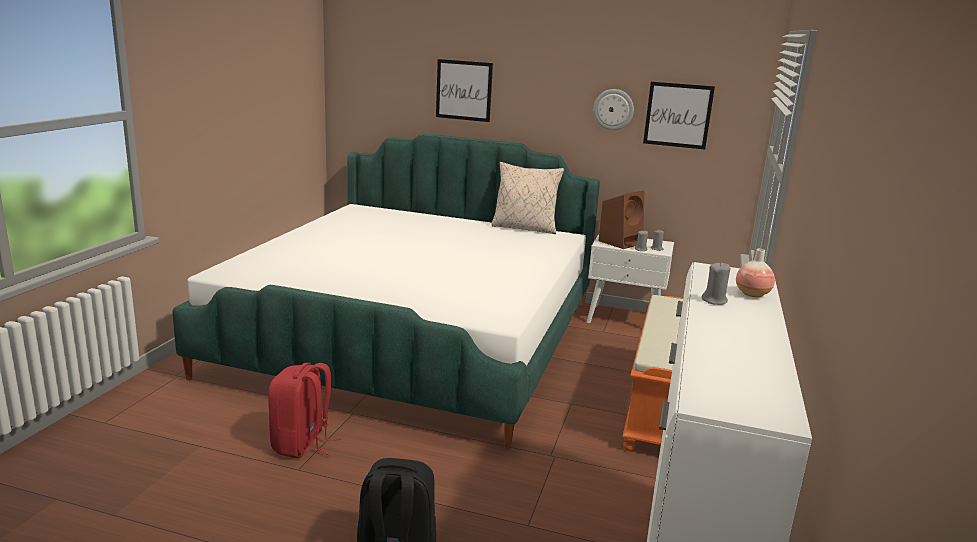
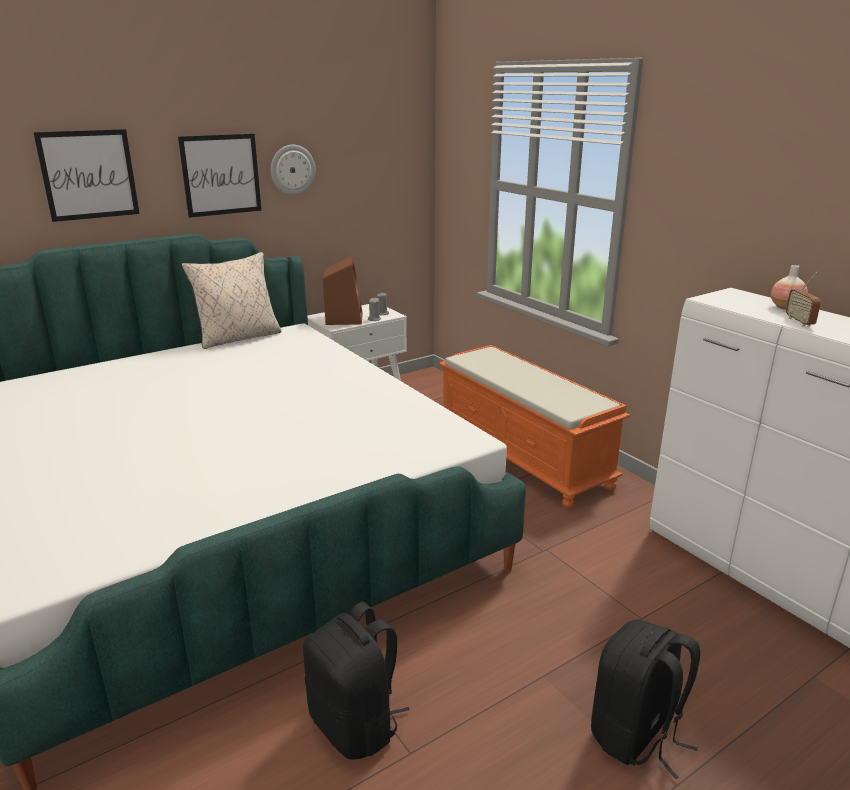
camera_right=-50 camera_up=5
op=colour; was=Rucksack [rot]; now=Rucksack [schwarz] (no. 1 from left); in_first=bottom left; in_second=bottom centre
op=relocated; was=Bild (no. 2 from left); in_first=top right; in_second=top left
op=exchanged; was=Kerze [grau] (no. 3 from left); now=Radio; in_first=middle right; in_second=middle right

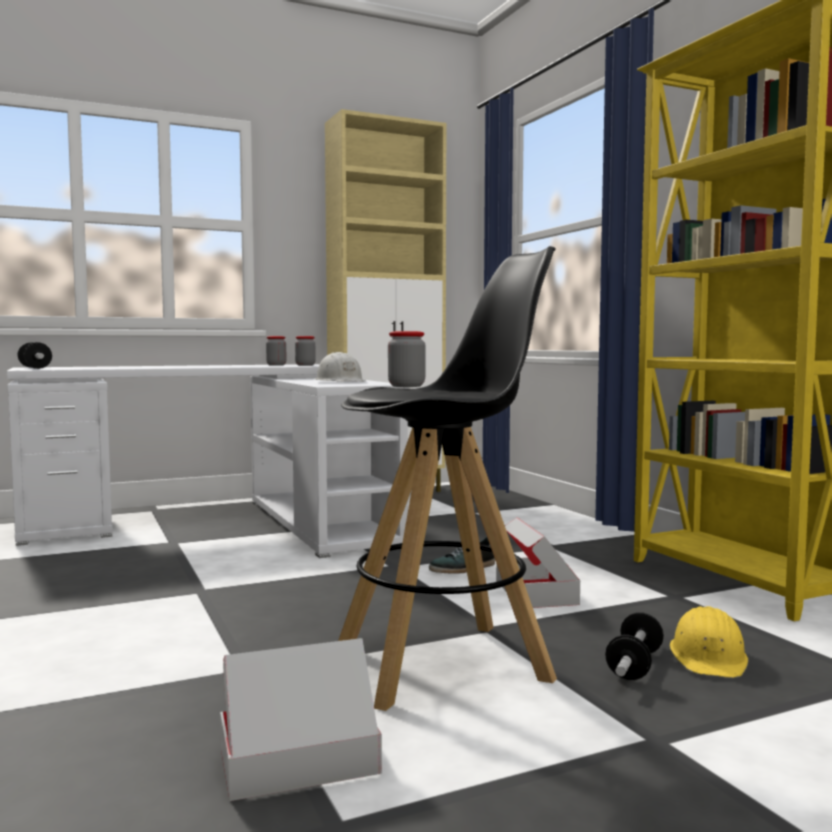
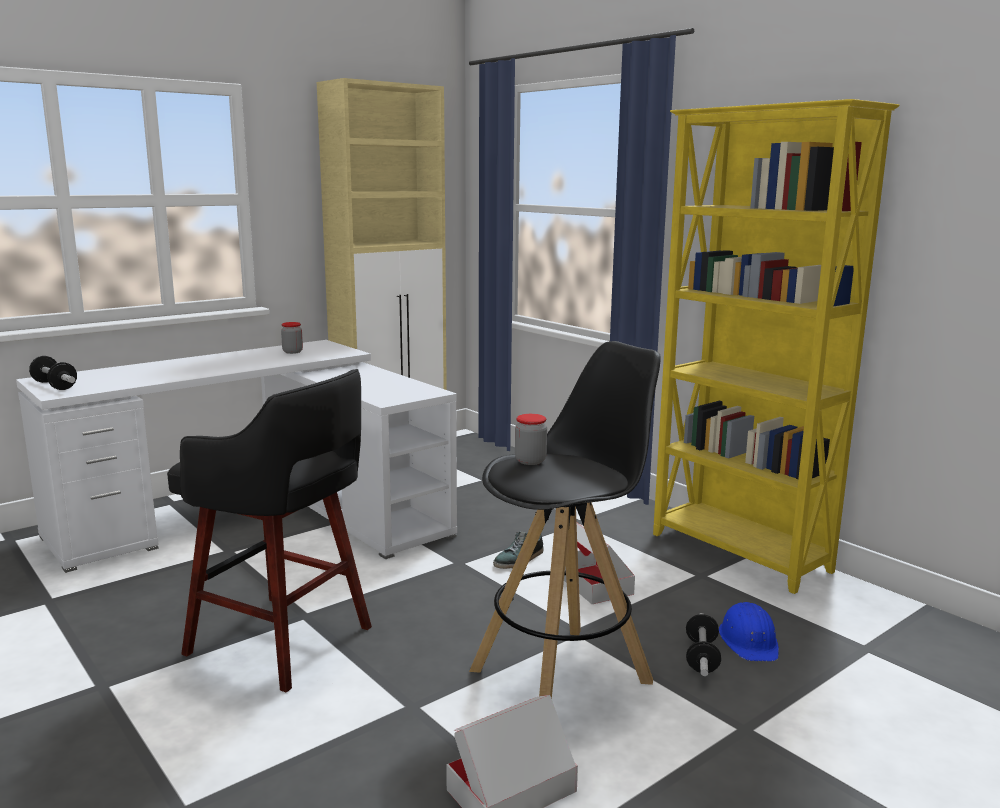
camera_right=-15 camera_up=10
op=missing; was=Vorratsglas (no. 2 from left); in_first=centre
op=missing; was=Schutzhelm [weiß]; in_first=centre
op=colour; was=Schutzhelm [gelb]; now=Schutzhelm [blau]; in_first=bottom right; in_second=bottom right
op=appeared; now=Hocker [schwarz] (no. 1 from left); in_second=middle left

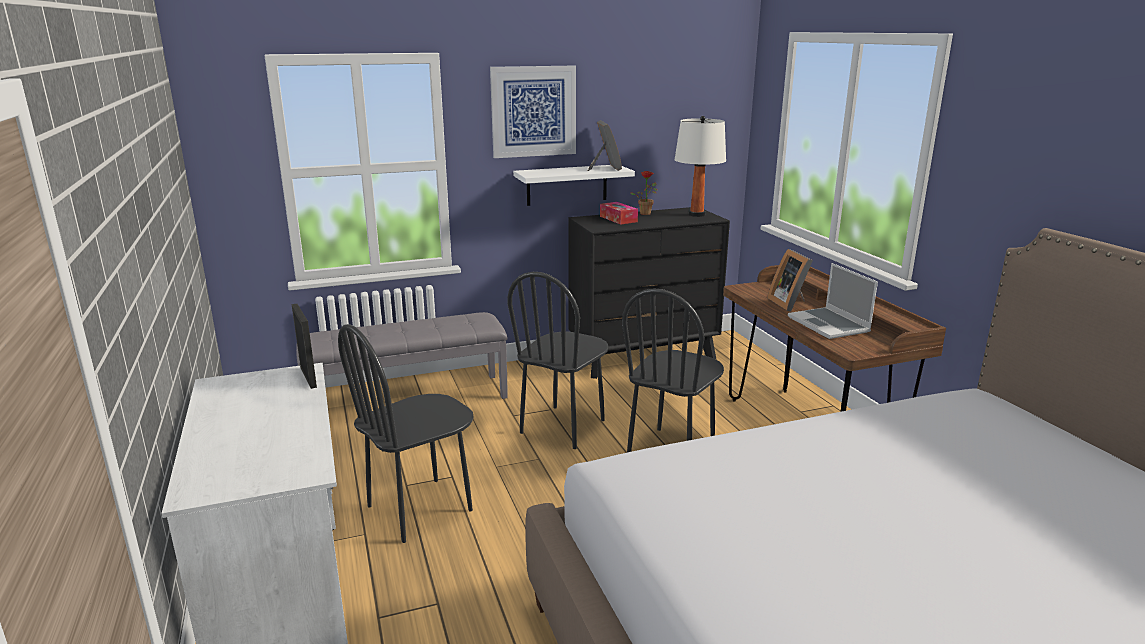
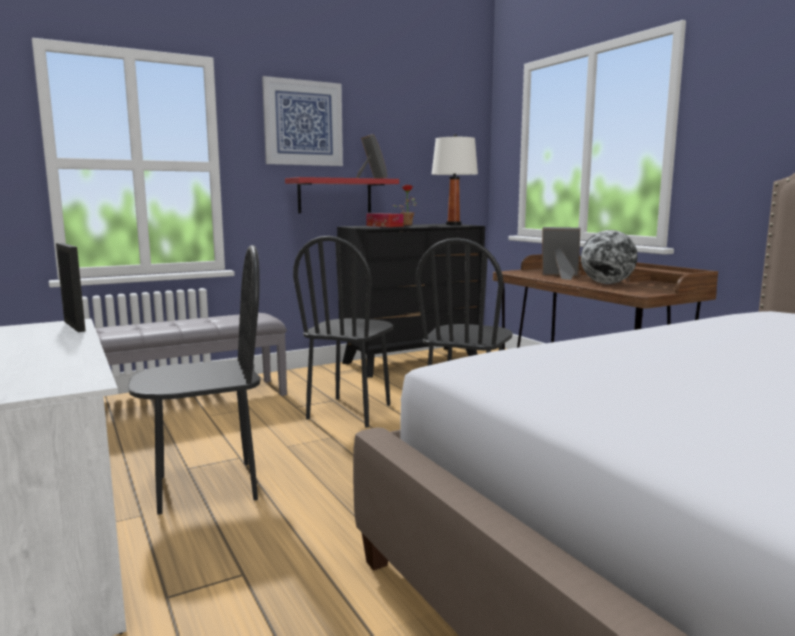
camera_right=-10 camera_up=-10
op=spun; was=Stuhl [schwarz] (no. 1 from left); in_first=bottom centre; in_second=middle left; clockwise=-150
op=colour; was=Wandregal [weiß]; now=Wandregal [rot]; in_first=top centre; in_second=top centre
op=spun; was=Bilderrahmen (no. 3 from left); in_first=middle right; in_second=middle right; clockwise=135
op=exchanged; was=Laptop; now=Globus; in_first=middle right; in_second=middle right

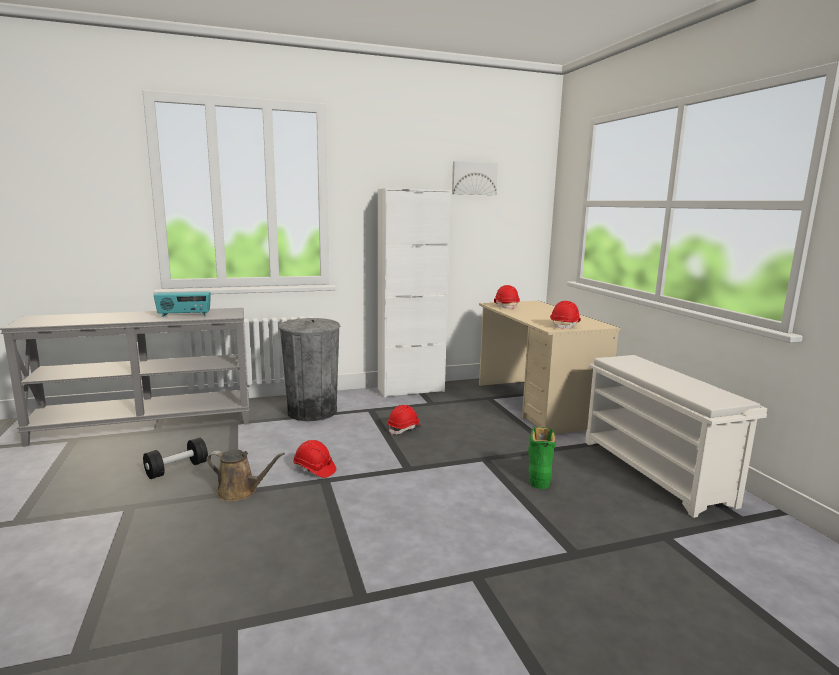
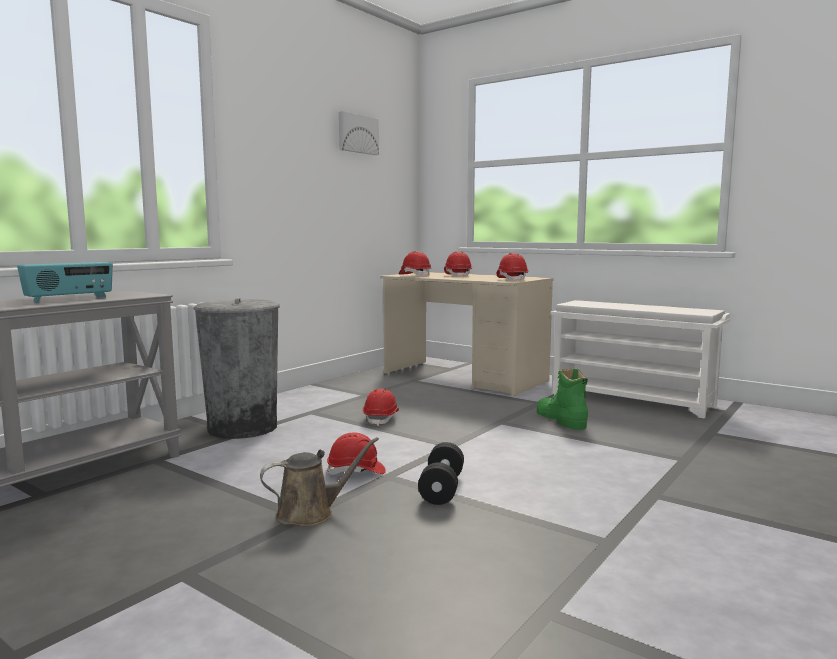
camera_right=-35 camera_up=-5
op=relocated; was=Hantel [schwarz]; in_first=bottom left; in_second=bottom centre
op=missing; was=Schrank [weiß]; in_first=centre
op=appeared; now=Schutzhelm [rot] (no. 4 from left); in_second=centre

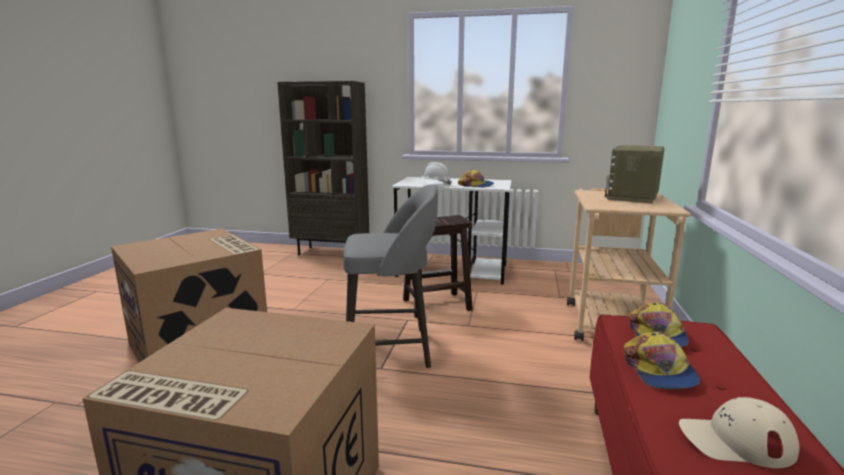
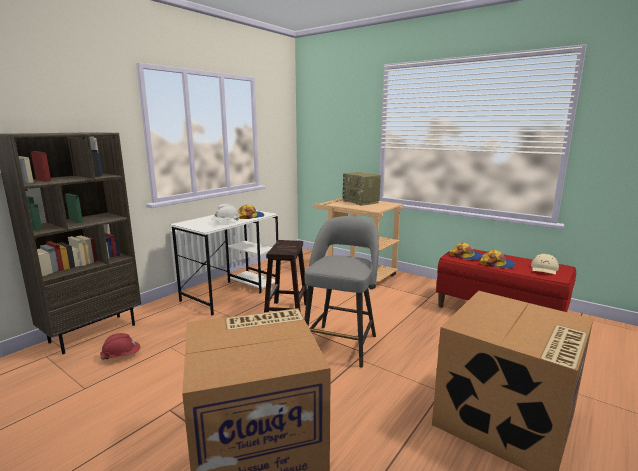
camera_right=-65 camera_up=0
op=appeared; now=Schutzhelm [rot]; in_second=bottom left

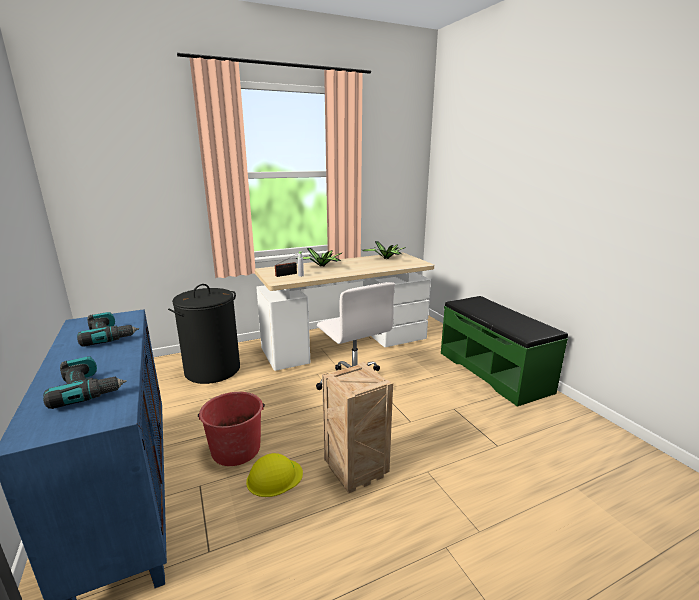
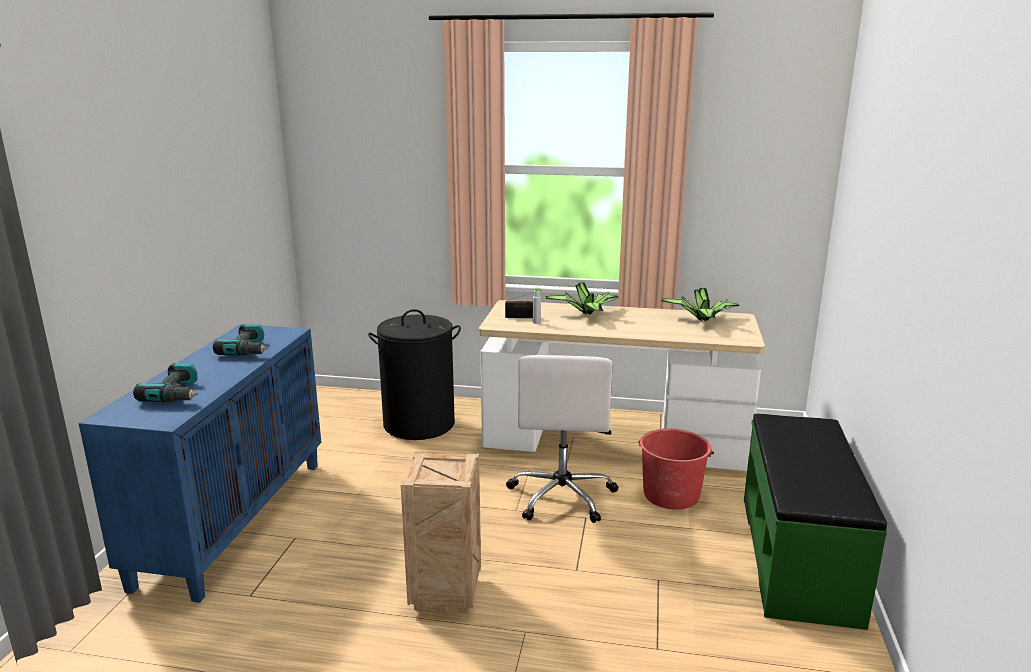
camera_right=35 camera_up=0
op=relocated; was=Eimer [rot]; in_first=bottom left; in_second=bottom centre
op=missing; was=Schutzhelm [gelb]; in_first=bottom centre

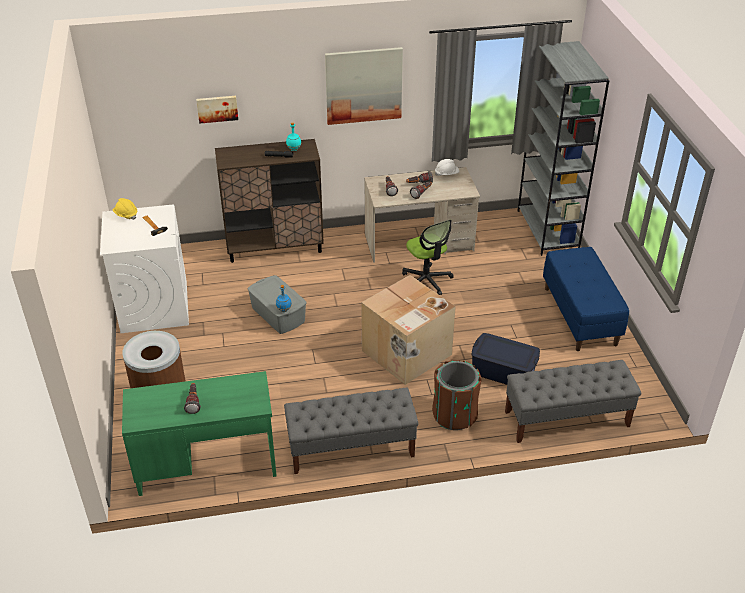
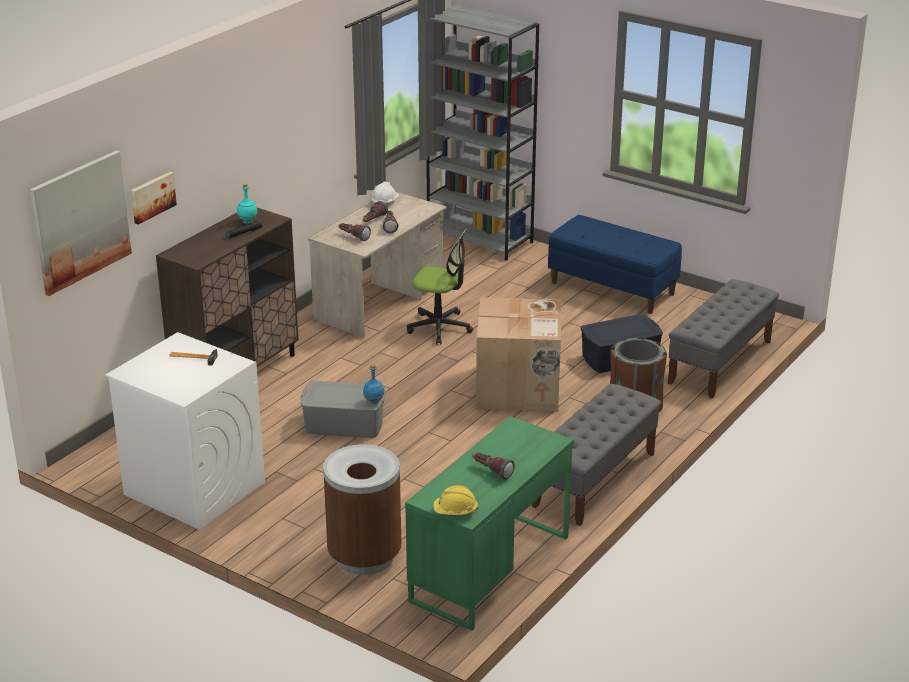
camera_right=-45 camera_up=-10
op=relocated; was=Schutzhelm [gelb]; in_first=middle left; in_second=bottom centre
op=relocated; was=Bild (no. 2 from left in the first image); now=Bild (no. 1 from left); in_first=top centre; in_second=top left

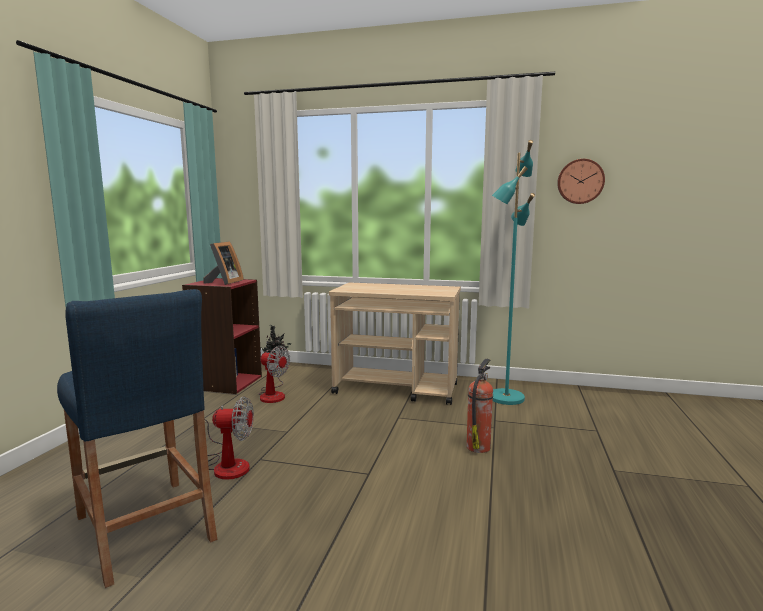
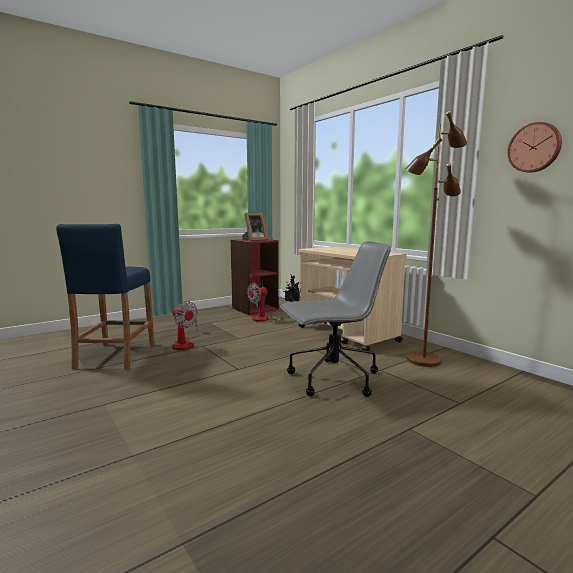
camera_right=40 camera_up=0
op=spun; was=Ventilator (no. 2 from left); in_first=centre; in_second=centre; clockwise=75
op=exchanged; was=Feuerlöscher; now=Bürostuhl [grau]; in_first=centre; in_second=centre
op=colour; was=Stehlampe [türkis]; now=Stehlampe [braun]; in_first=middle right; in_second=middle right

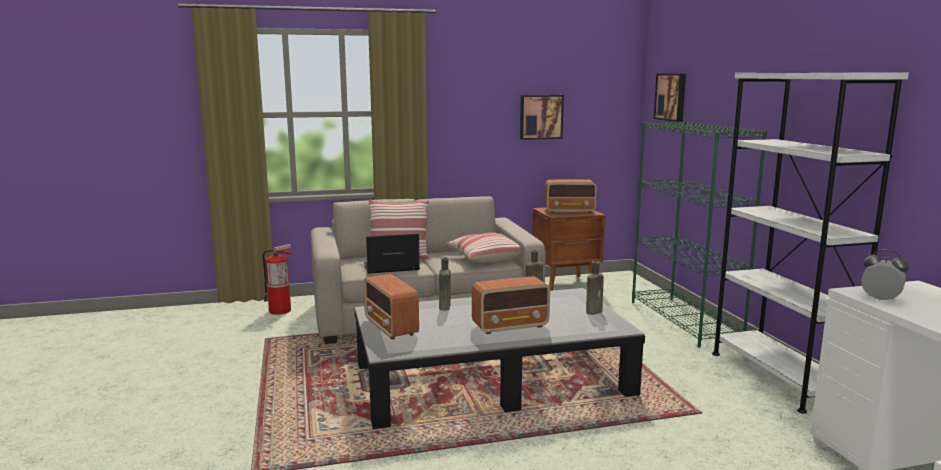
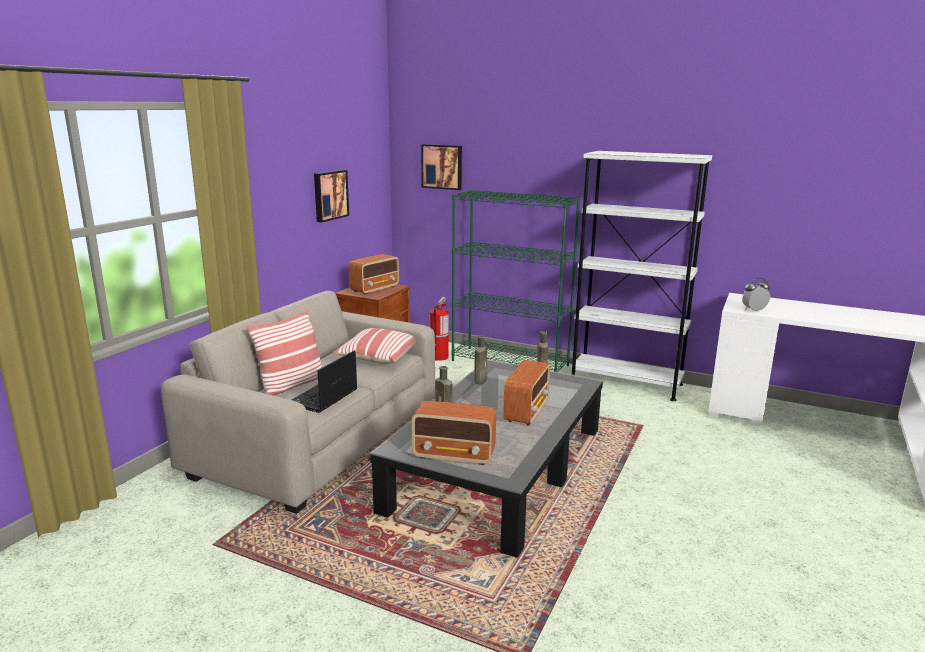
camera_right=-50 camera_up=5
op=relocated; was=Feuerlöscher; in_first=middle left; in_second=centre

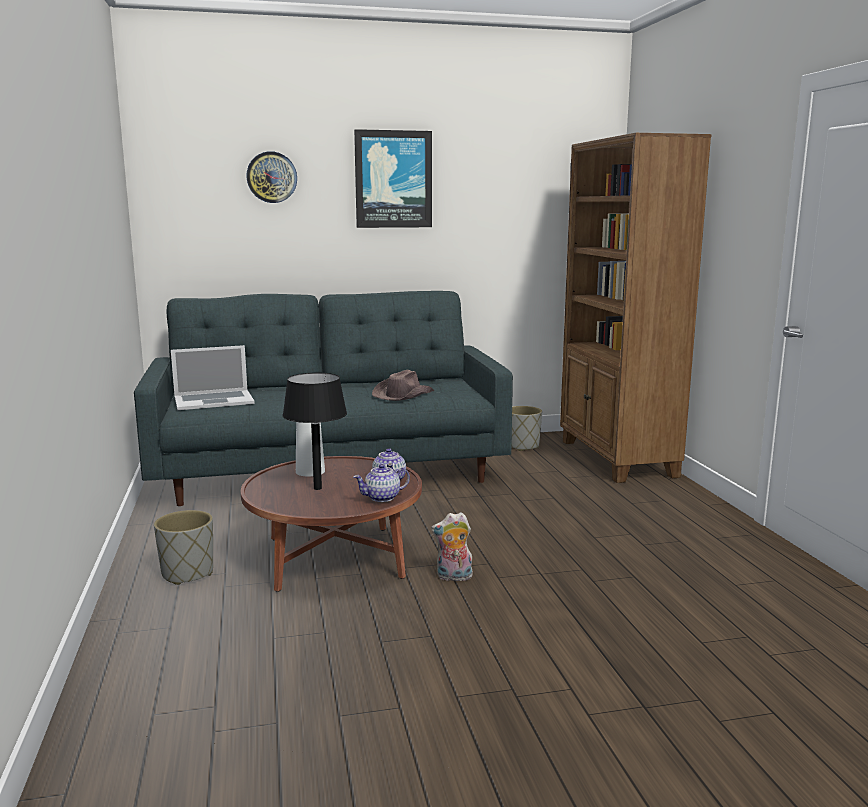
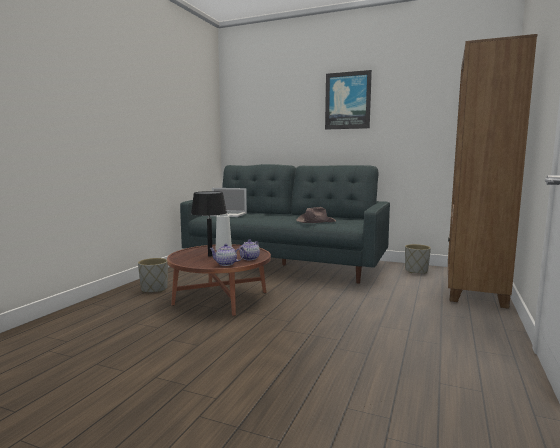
camera_right=35 camera_up=-5
op=missing; was=Wanduhr; in_first=top left
op=missing; was=Plüschtier; in_first=bottom centre

